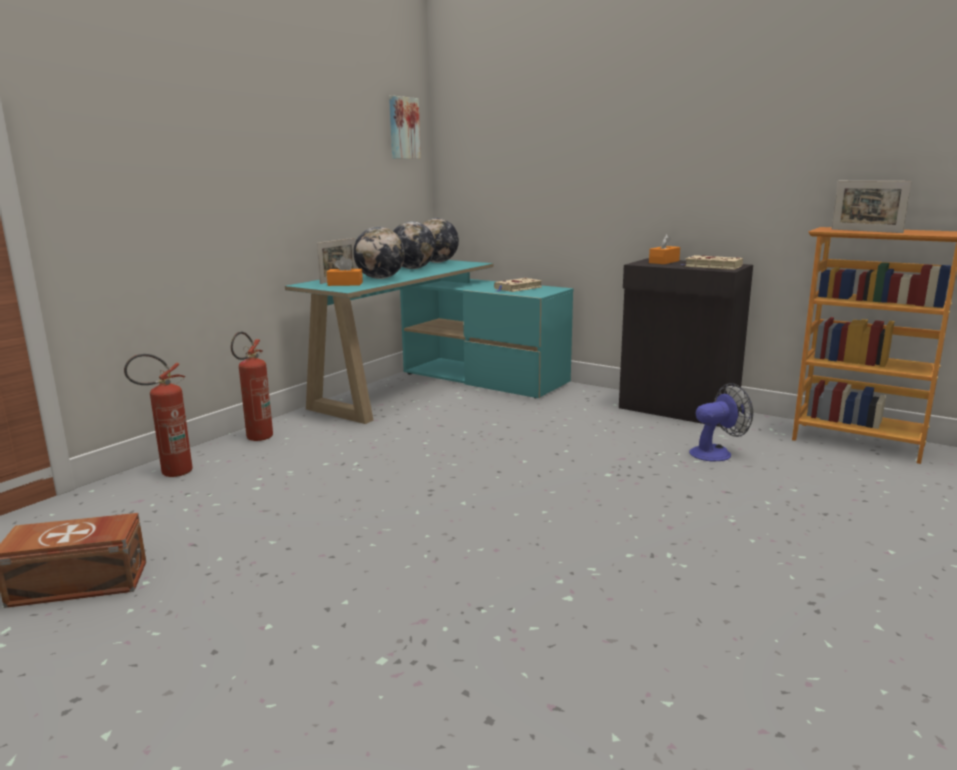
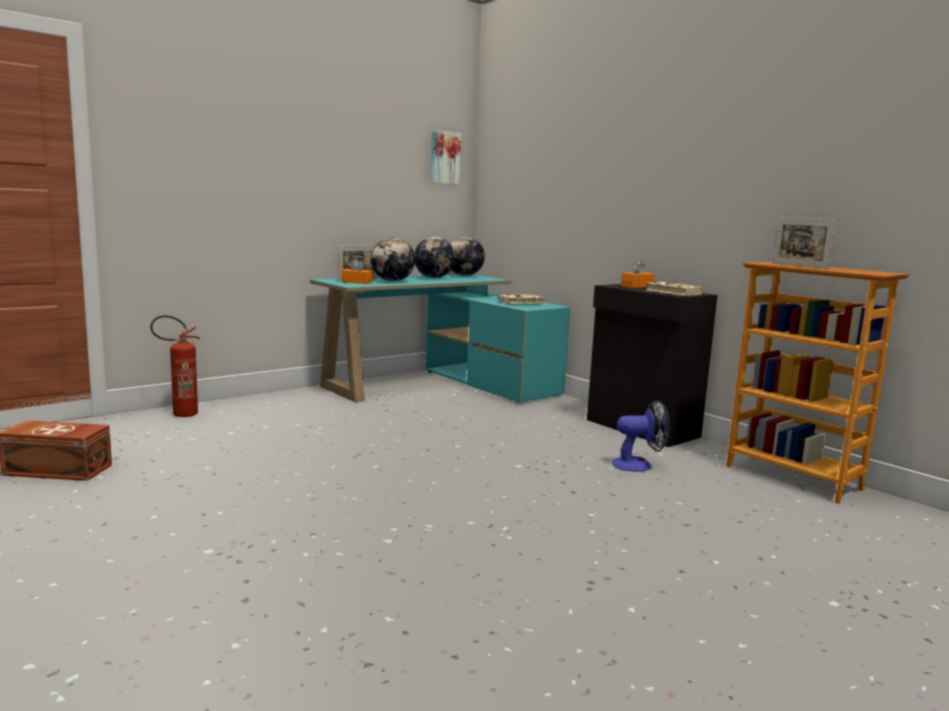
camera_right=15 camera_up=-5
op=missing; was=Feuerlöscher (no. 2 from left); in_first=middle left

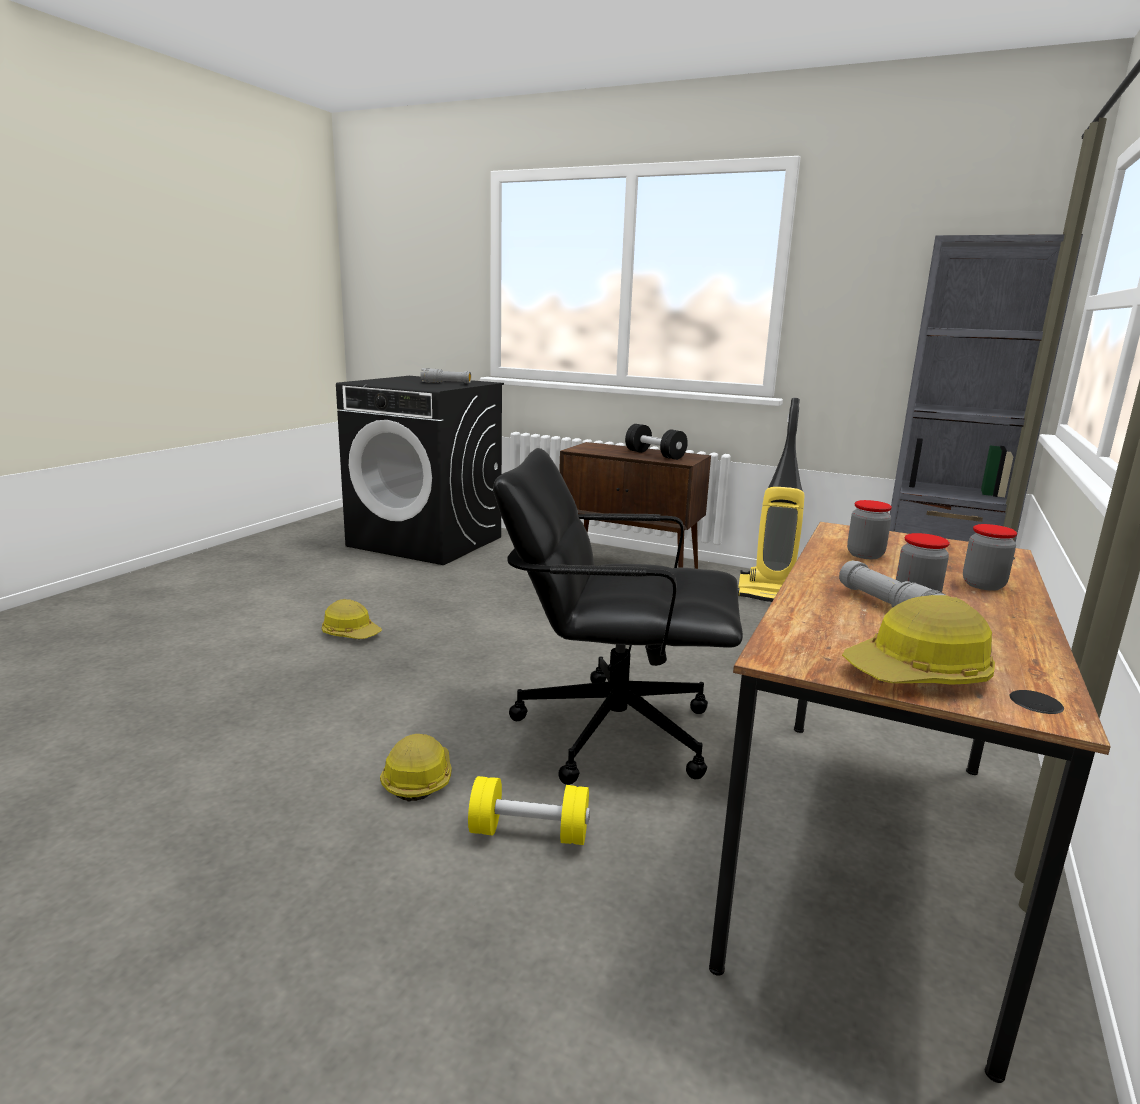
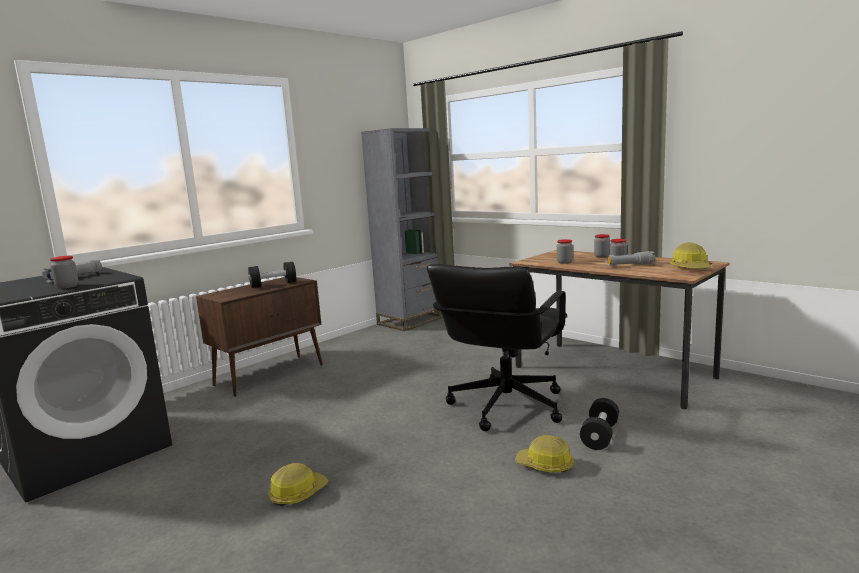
camera_right=-70 camera_up=-5
op=colour; was=Hantel [gelb]; now=Hantel [schwarz] (no. 2 from left); in_first=bottom centre; in_second=bottom right
op=missing; was=Staubsauger; in_first=middle right
op=appeared; now=Vorratsglas (no. 1 from left); in_second=middle left

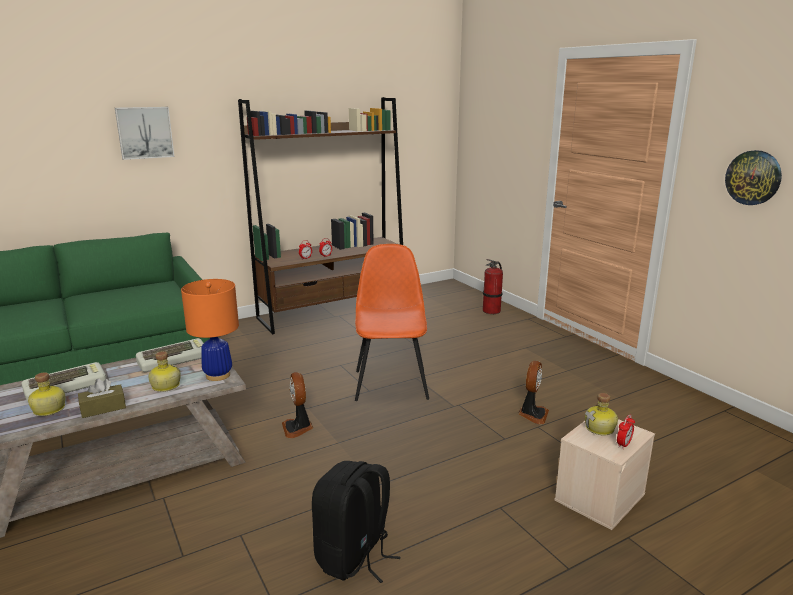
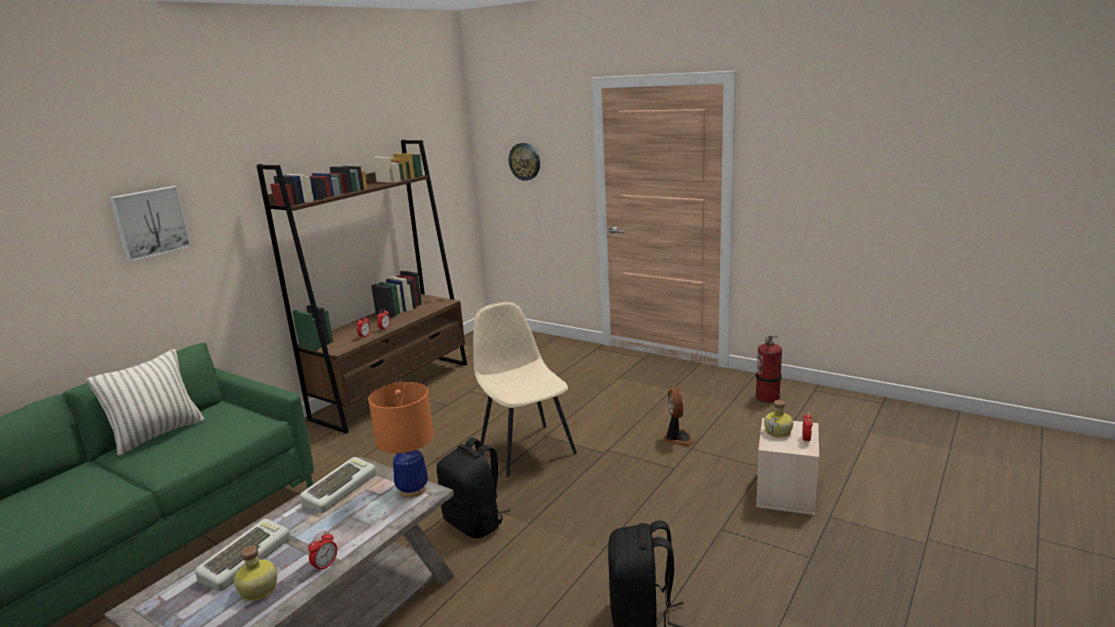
camera_right=-25 camera_up=0
op=exchanged; was=Taschentuchbox [braun]; now=Wecker (no. 1 from left); in_first=bottom left; in_second=bottom left
op=missing; was=Flasche (no. 2 from left); in_first=middle left
op=exchanged; was=Ventilator (no. 1 from left); now=Rucksack [schwarz] (no. 1 from left); in_first=bottom centre; in_second=bottom centre
op=colour; was=Stuhl [orange]; now=Stuhl [beige]; in_first=centre; in_second=centre
op=relocated; was=Feuerlöscher; in_first=centre; in_second=middle right
op=relocated; was=Wanduhr; in_first=top right; in_second=top centre
op=appeared; now=Kissen; in_second=middle left

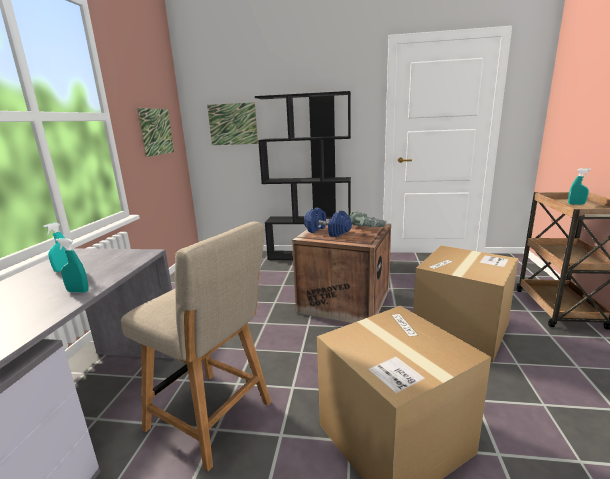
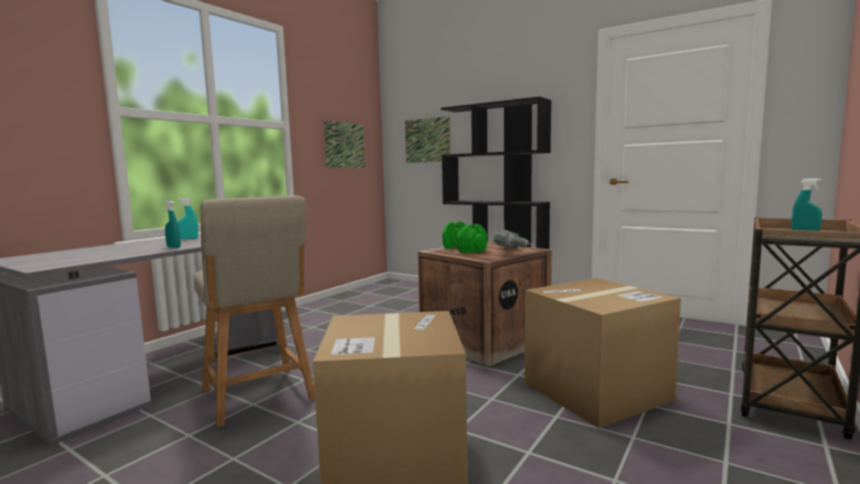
camera_right=25 camera_up=-10
op=colour; was=Hantel [blau]; now=Hantel [grün]; in_first=centre; in_second=centre

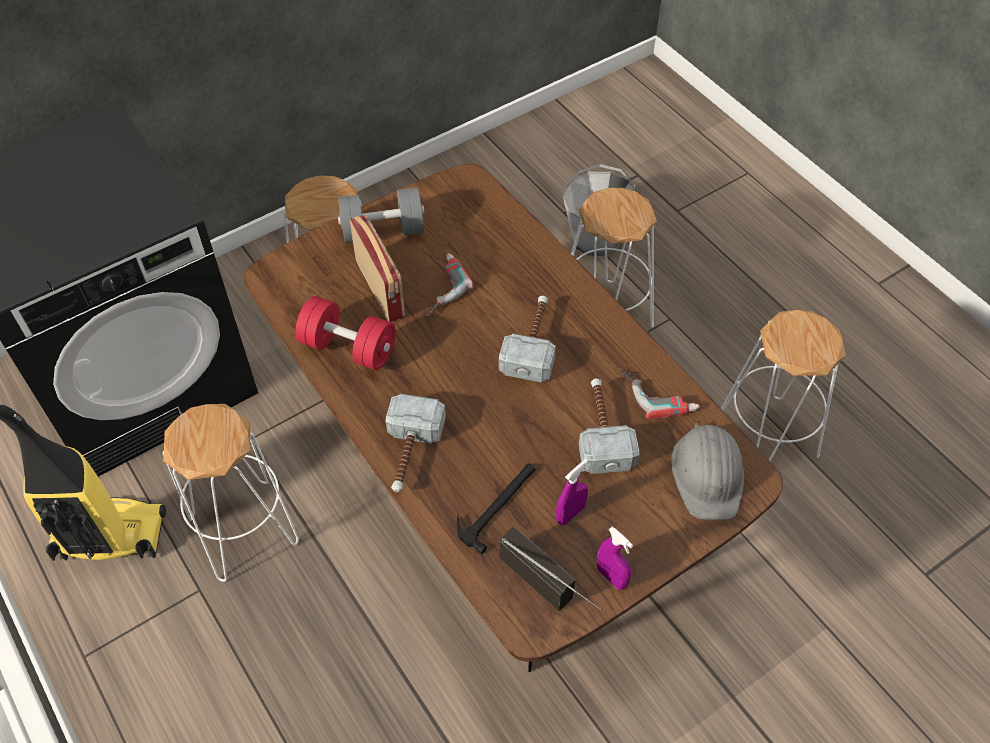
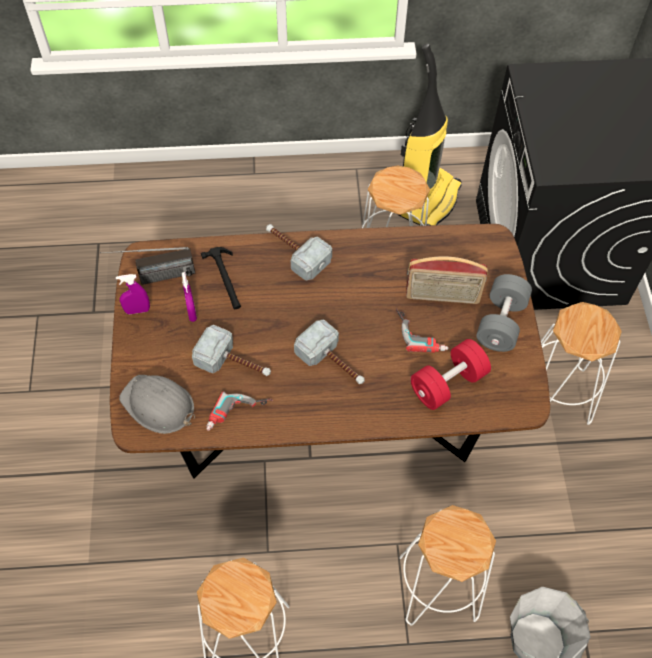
camera_right=120 camera_up=5
op=relocated; was=Hantel [rot]; in_first=centre; in_second=middle right

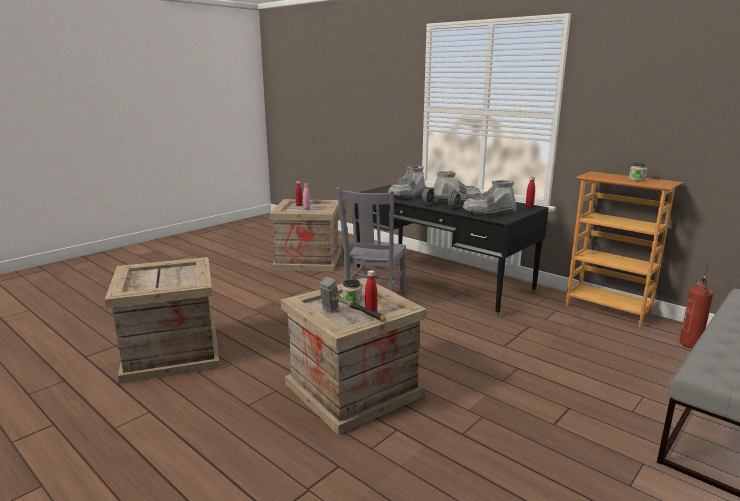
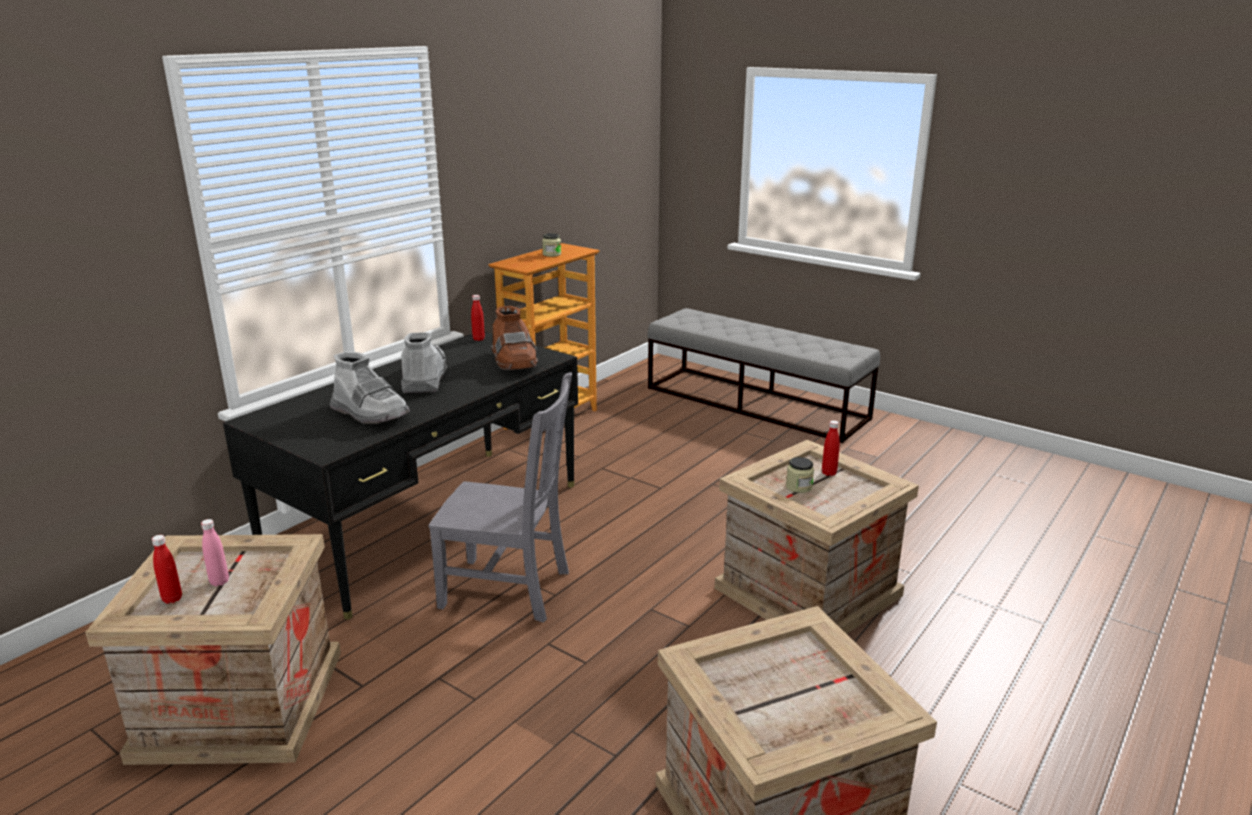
camera_right=-95 camera_up=5
op=missing; was=Hammer; in_first=centre
op=missing; was=Hantel [grau]; in_first=centre
op=colour; was=Stiefel [grau] (no. 3 from left); now=Stiefel [braun]; in_first=centre; in_second=centre
op=missing; was=Feuerlöscher; in_first=middle right

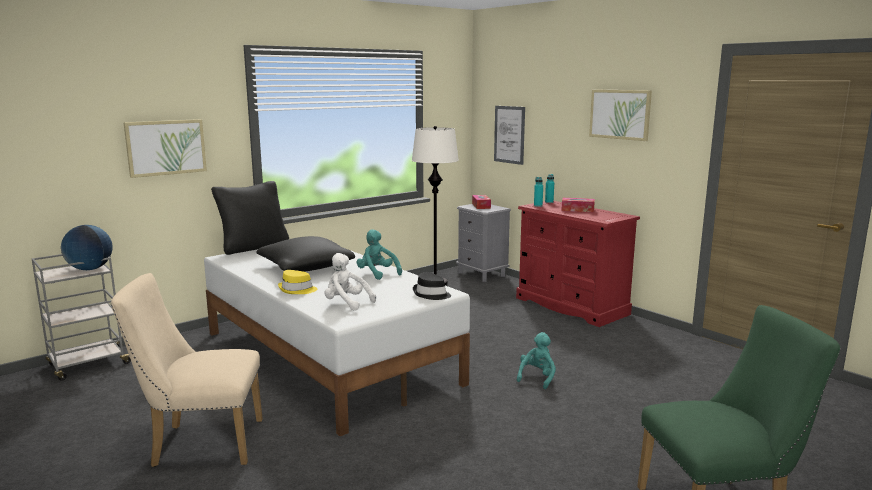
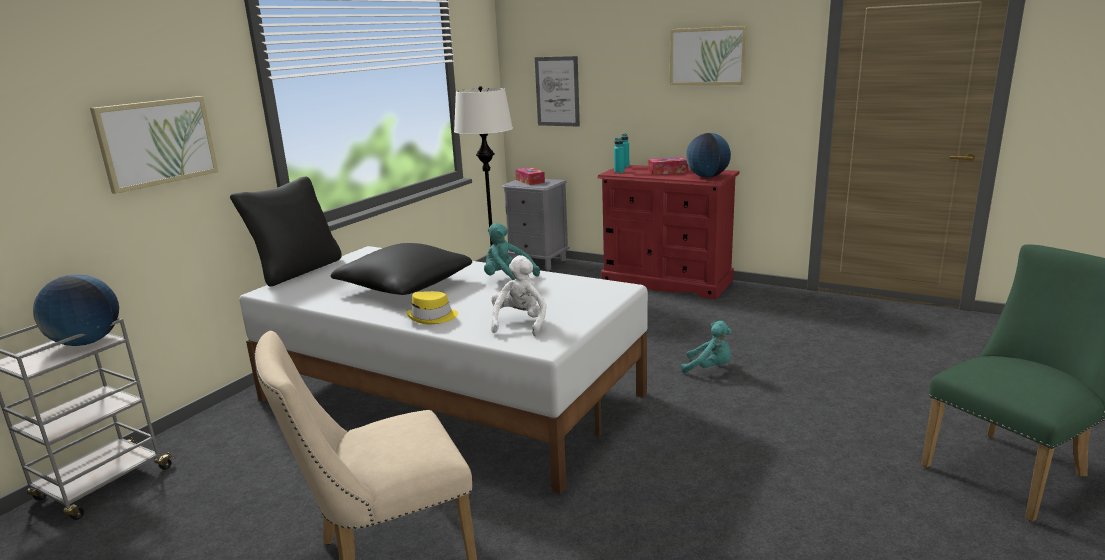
camera_right=-20 camera_up=5
op=spun; was=Plüschtier [weiß]; in_first=centre; in_second=centre; clockwise=90
op=missing; was=Hut [schwarz]; in_first=centre
op=spun; was=Plüschtier [türkis] (no. 2 from left); in_first=bottom centre; in_second=centre; clockwise=105
op=appeared; now=Globus (no. 2 from left); in_second=top centre

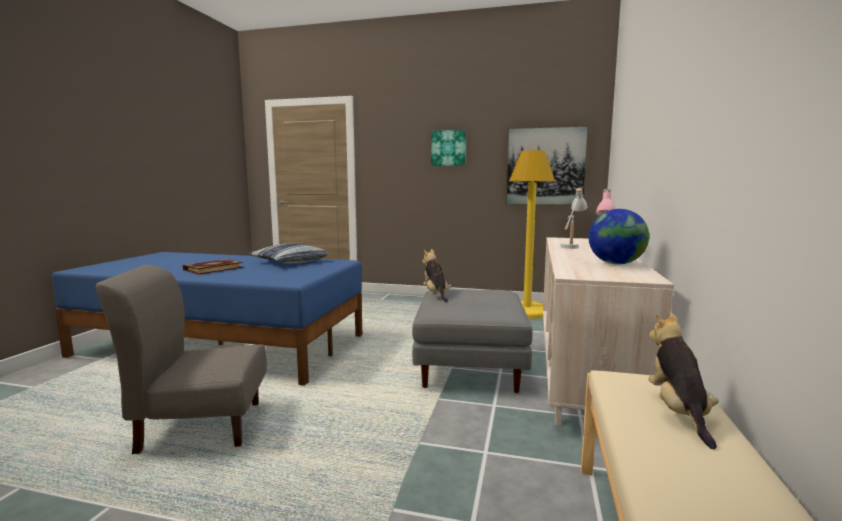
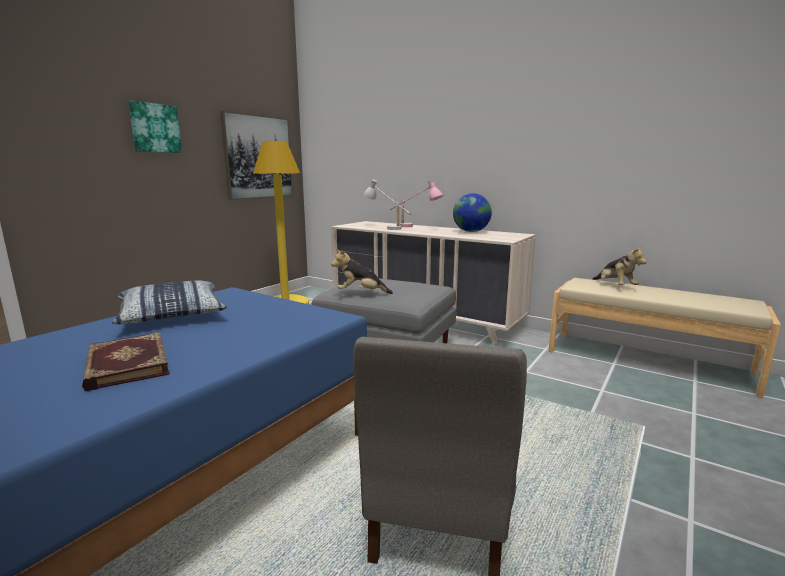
camera_right=-70 camera_up=5
op=spun; was=Plüschtier (no. 2 from left); in_first=bottom right; in_second=middle right; clockwise=-135

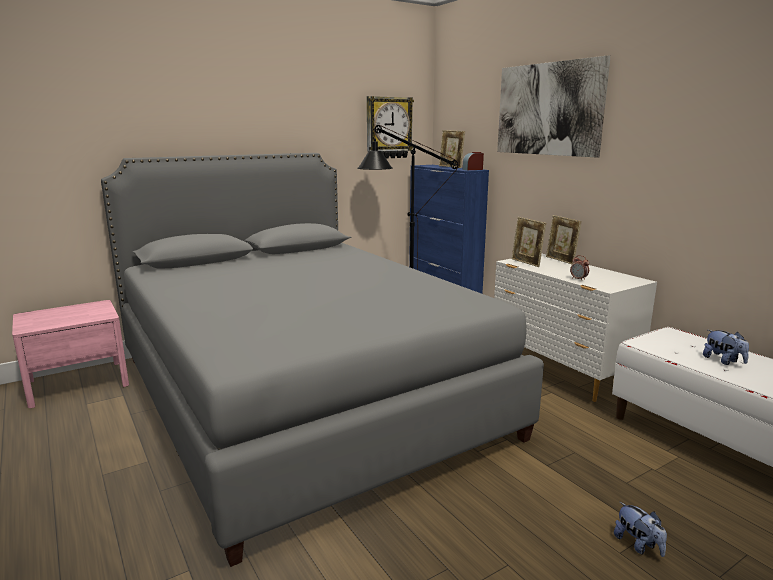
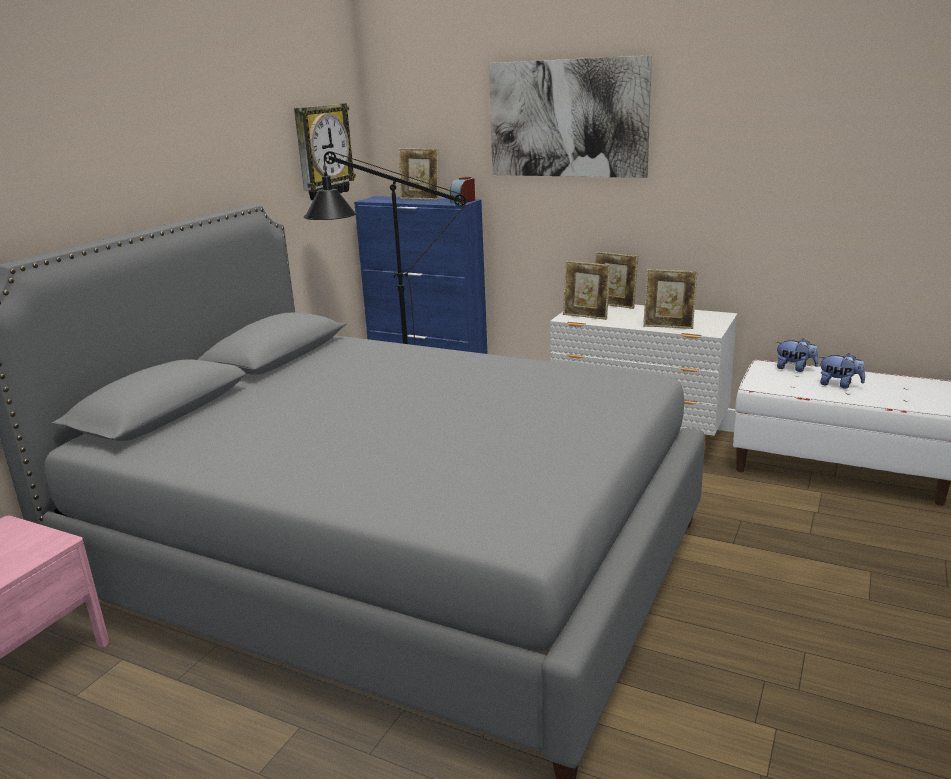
camera_right=-30 camera_up=5
op=exchanged; was=Wecker (no. 2 from left); now=Bilderrahmen (no. 4 from left); in_first=middle right; in_second=middle right
op=relocated; was=Plüschtier (no. 1 from left); in_first=bottom right; in_second=middle right

